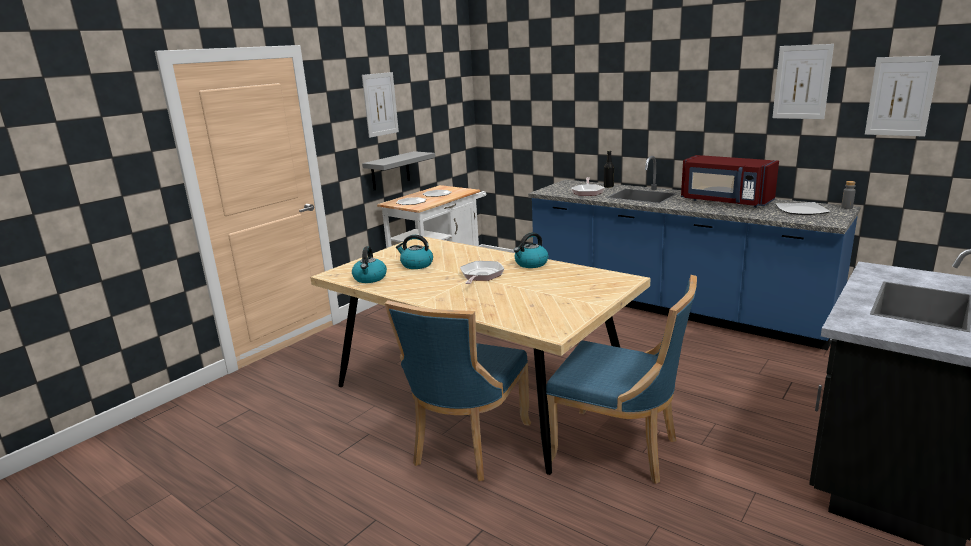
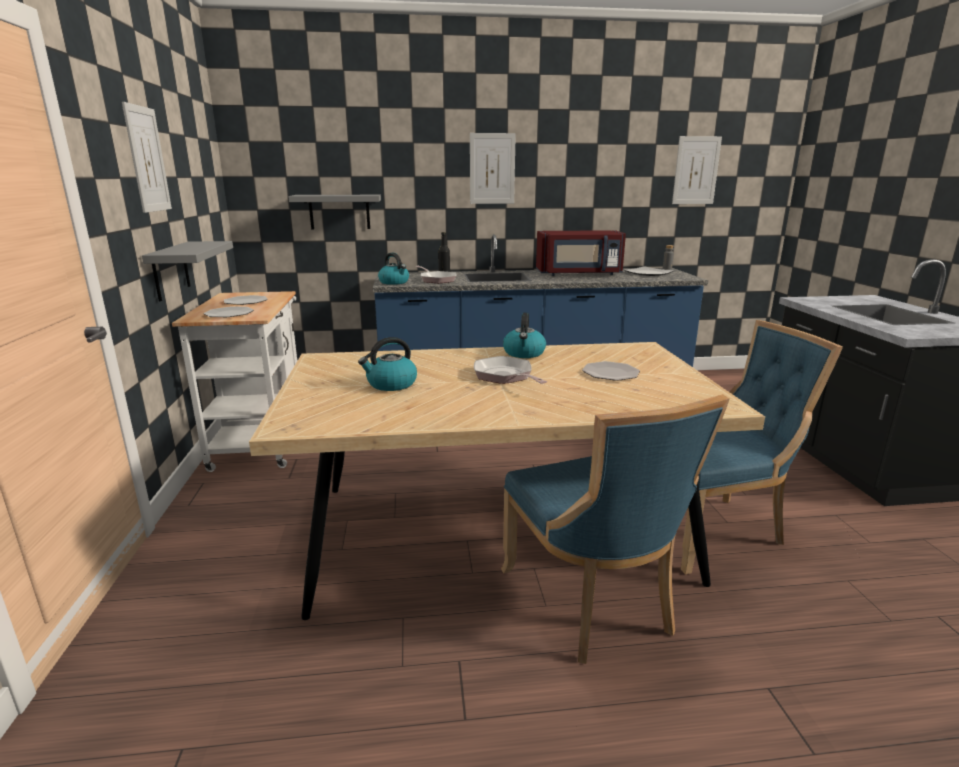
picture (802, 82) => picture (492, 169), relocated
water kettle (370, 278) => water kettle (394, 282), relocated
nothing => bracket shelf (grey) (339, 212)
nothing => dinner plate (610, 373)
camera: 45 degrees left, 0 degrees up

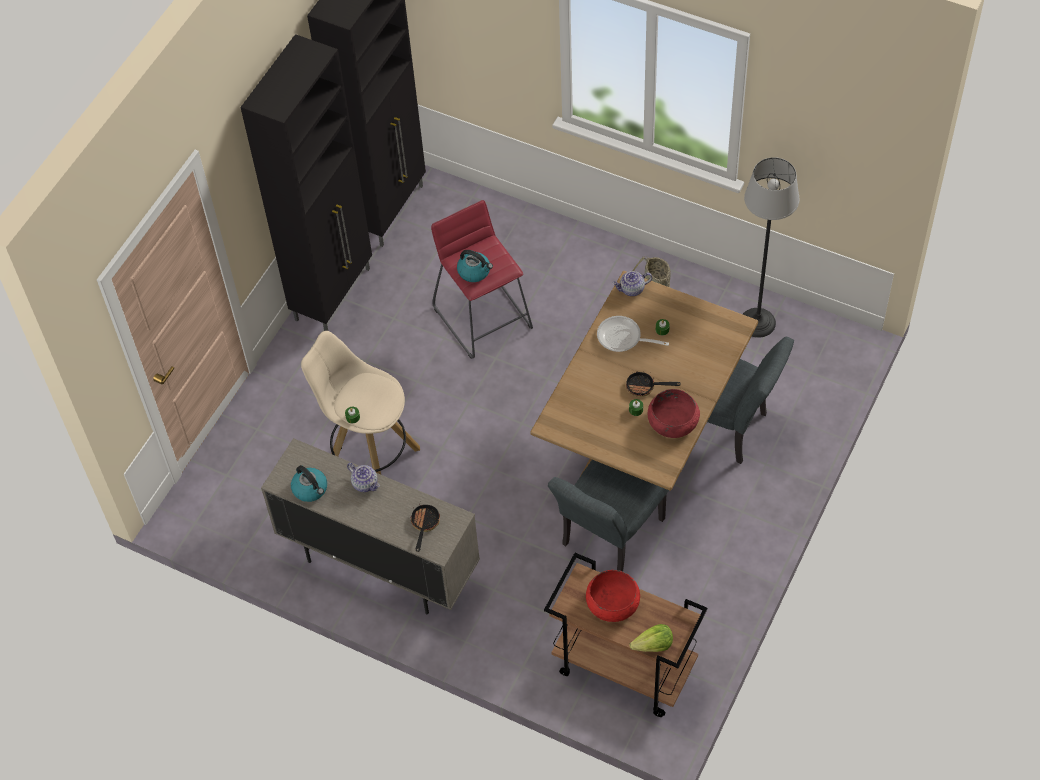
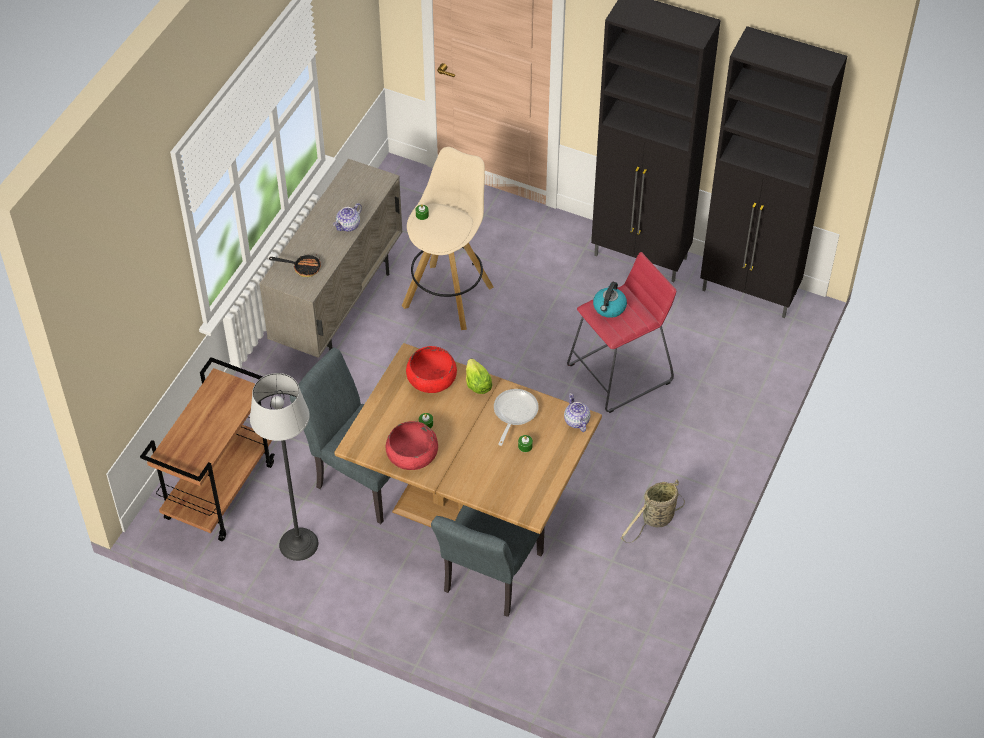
floor lamp (757, 322) => floor lamp (298, 544), relocated
skillet (645, 387) => nothing
water kettle (310, 489) => nothing
bowl (red) (613, 602) => bowl (red) (431, 378), relocated
lettuce (653, 645) => lettuce (477, 384), relocated
camera: 85 degrees right, 5 degrees down

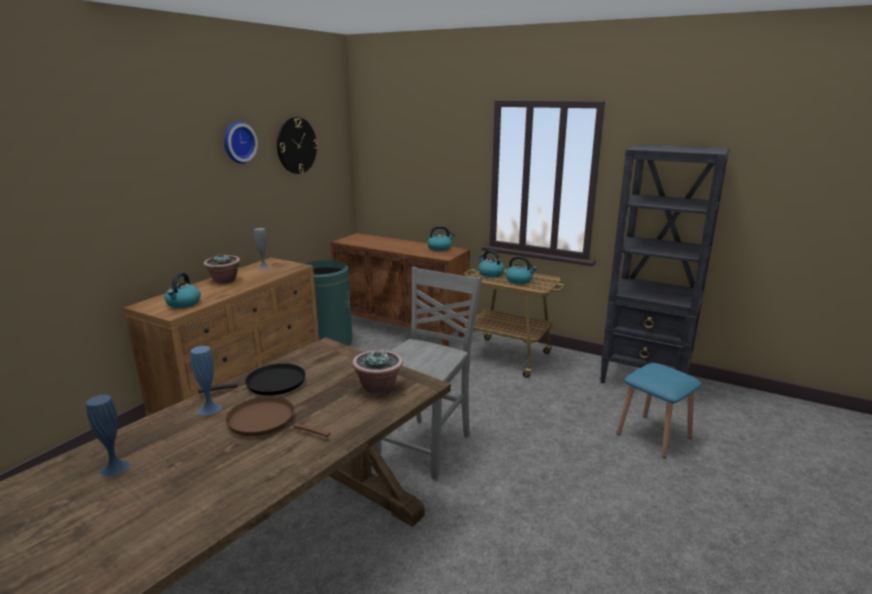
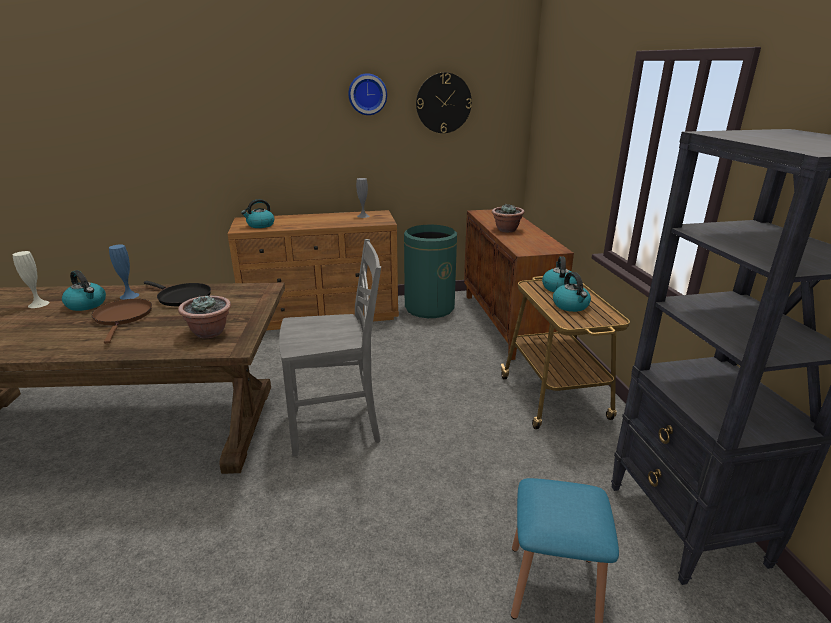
water kettle (440, 248) => water kettle (87, 304), relocated
plant in a pot (224, 281) => plant in a pot (506, 230), relocated
flower vase (bluish) (115, 468) => flower vase (white-coloured) (38, 304)
camera: 50 degrees right, 5 degrees up

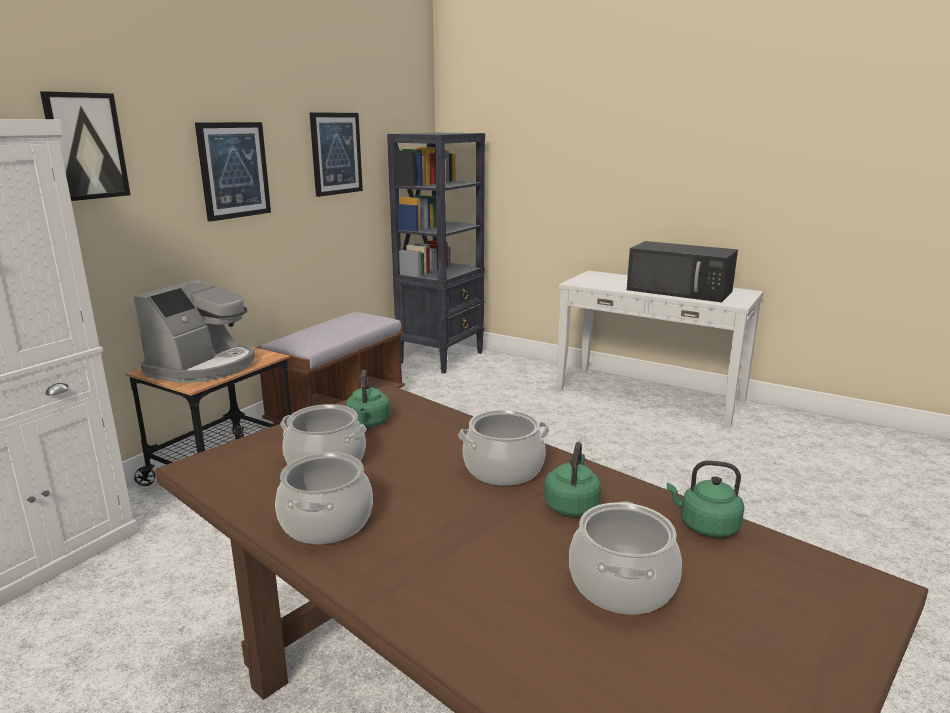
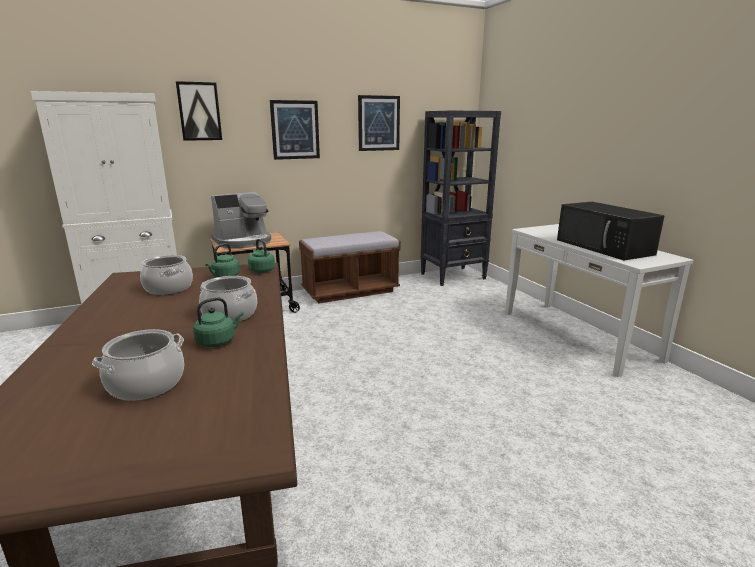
cooking pot (327, 522) => nothing
water kettle (green-coloured) (705, 526) => water kettle (green-coloured) (261, 270), relocated
camera: 35 degrees right, 0 degrees up

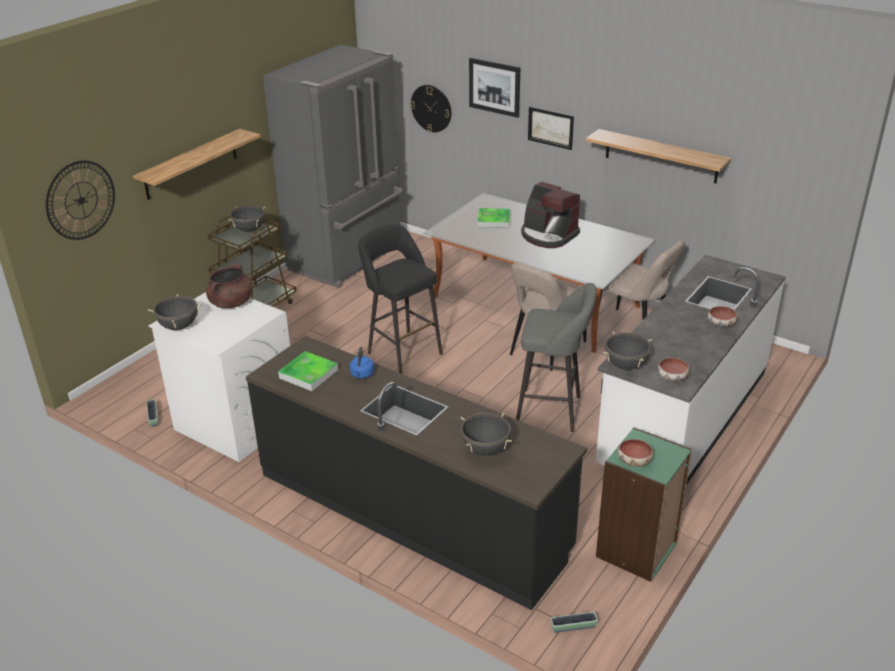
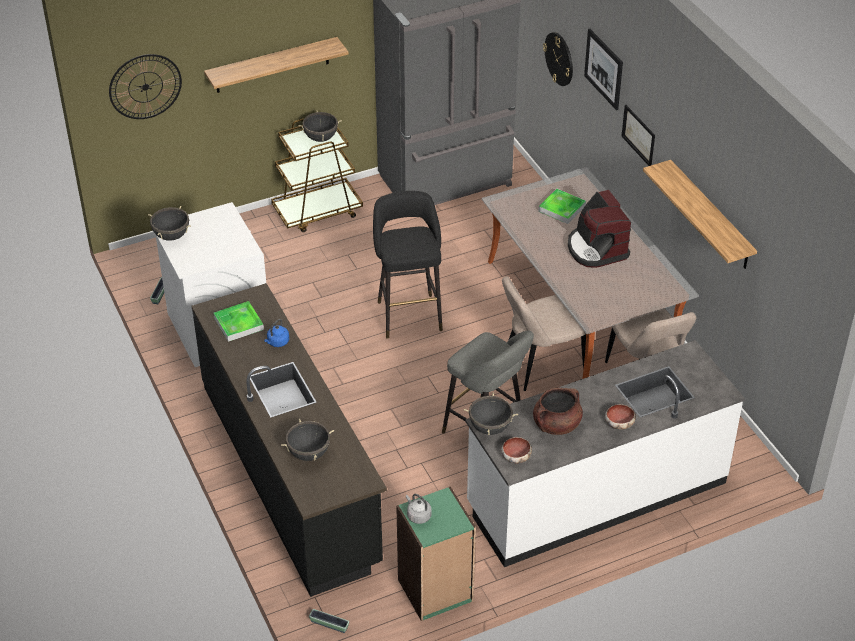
cooking pot (brown-coloured) (231, 303) => cooking pot (brown-coloured) (556, 425), relocated
bowl (633, 461) => water kettle (grey) (418, 516)
camera: 30 degrees right, 10 degrees up

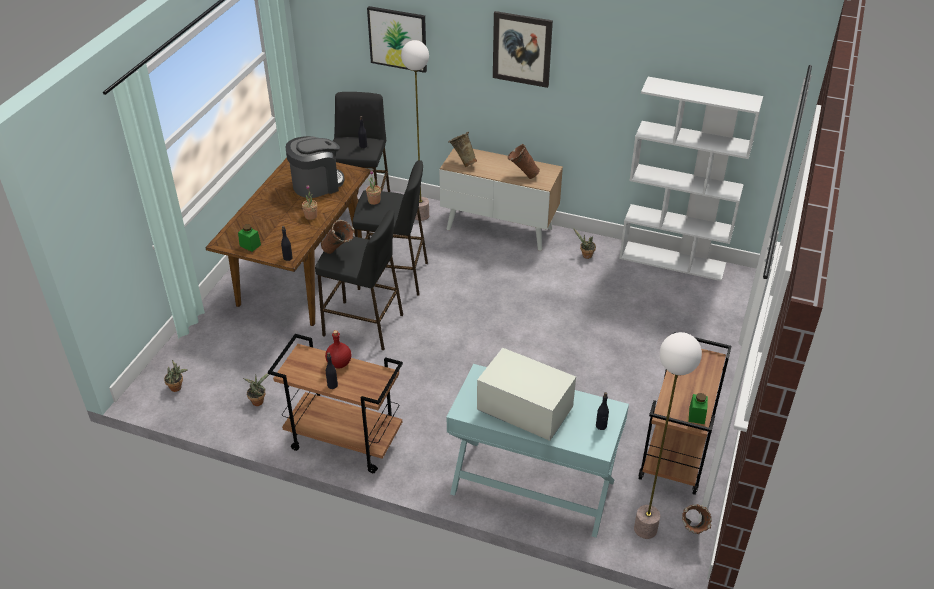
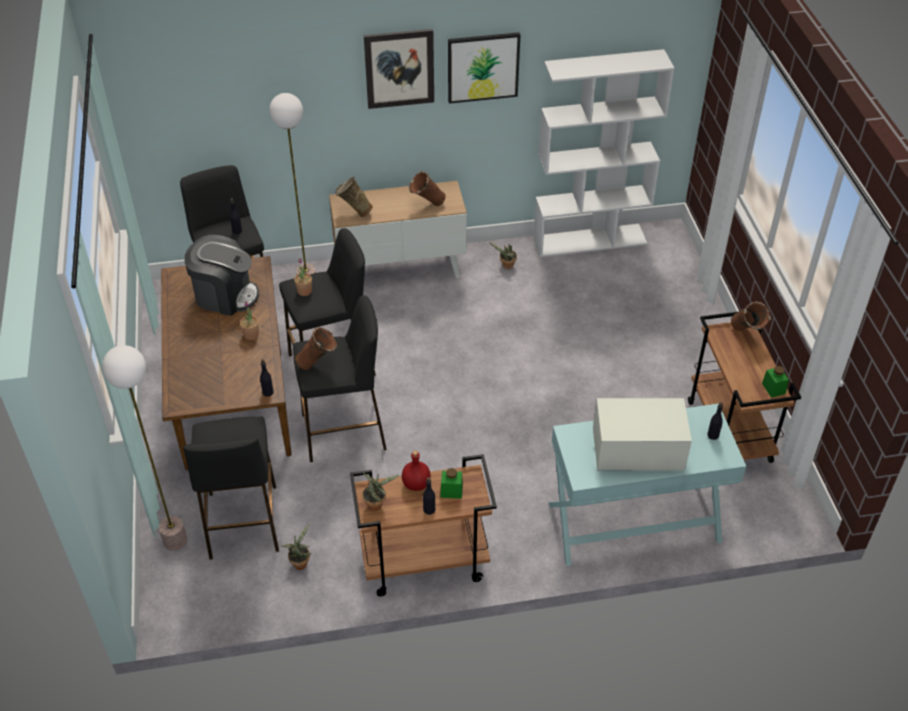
picture (398, 38) => picture (483, 67), relocated
coffee brewer (317, 184) => coffee brewer (225, 295), 75 degrees clockwise
preserve jar (green-coloured) (250, 245) => preserve jar (green-coloured) (451, 491), relocated
floor lamp (645, 528) => floor lamp (175, 540), relocated
plant in a pot (177, 387) => plant in a pot (376, 504), relocated
flower vase (brown-coloured) (691, 533) => flower vase (brown-coloured) (745, 335), relocated
nothing => stool (black) (243, 522)
camera: 30 degrees left, 5 degrees up

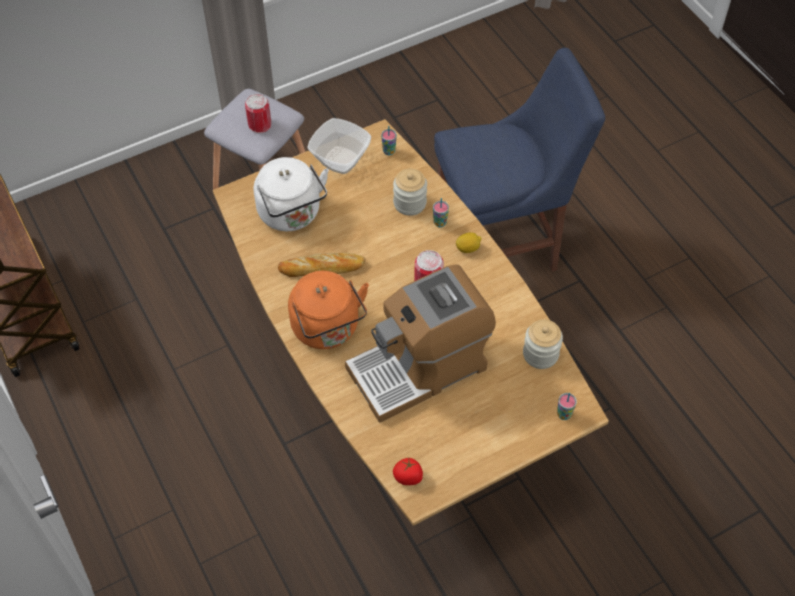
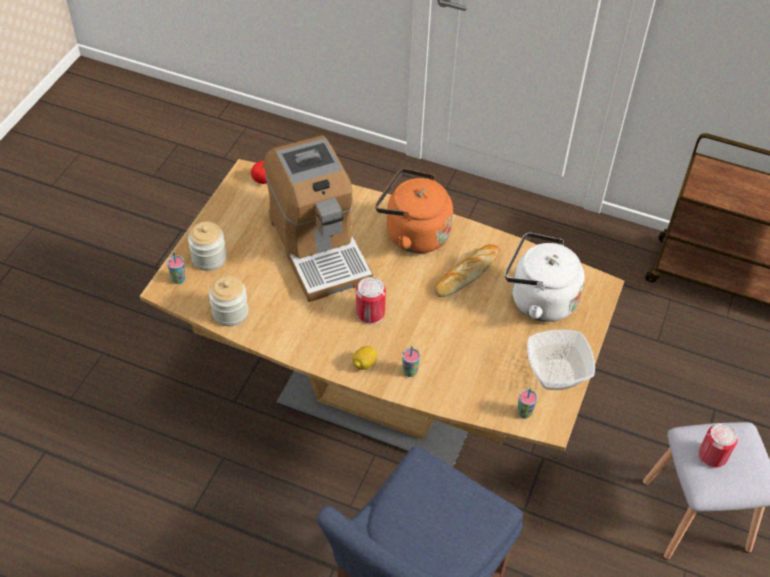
preserve jar (409, 203) => preserve jar (209, 258), relocated
coffee brewer (419, 367) => coffee brewer (319, 248), 135 degrees clockwise
camera: 140 degrees right, 5 degrees down

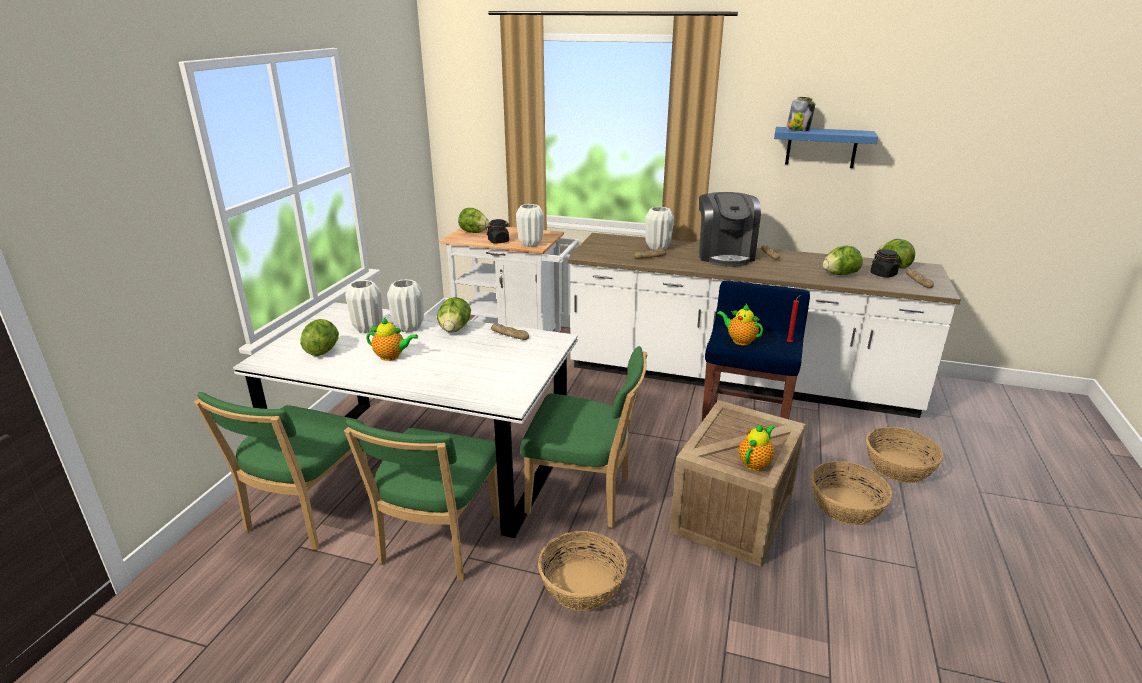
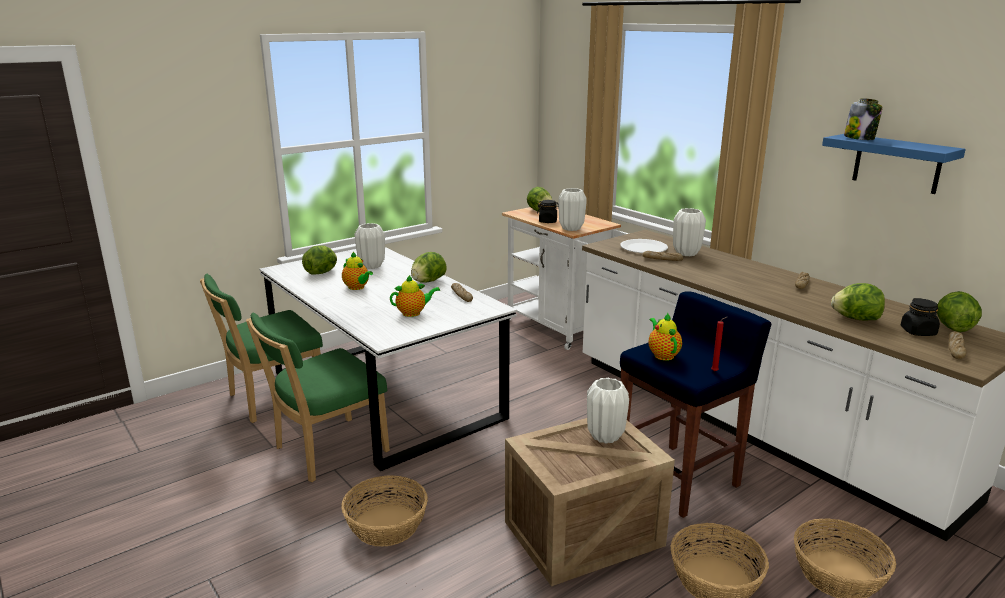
coffee brewer (724, 255) => nothing
flower vase (white-coloured) (409, 328) => flower vase (white-coloured) (605, 437), relocated
chair (green-coloured) (584, 496) => nothing
teapot (755, 463) => teapot (413, 313), relocated
nothing => dinner plate (white-coloured) (643, 248)
camera: 35 degrees right, 5 degrees down

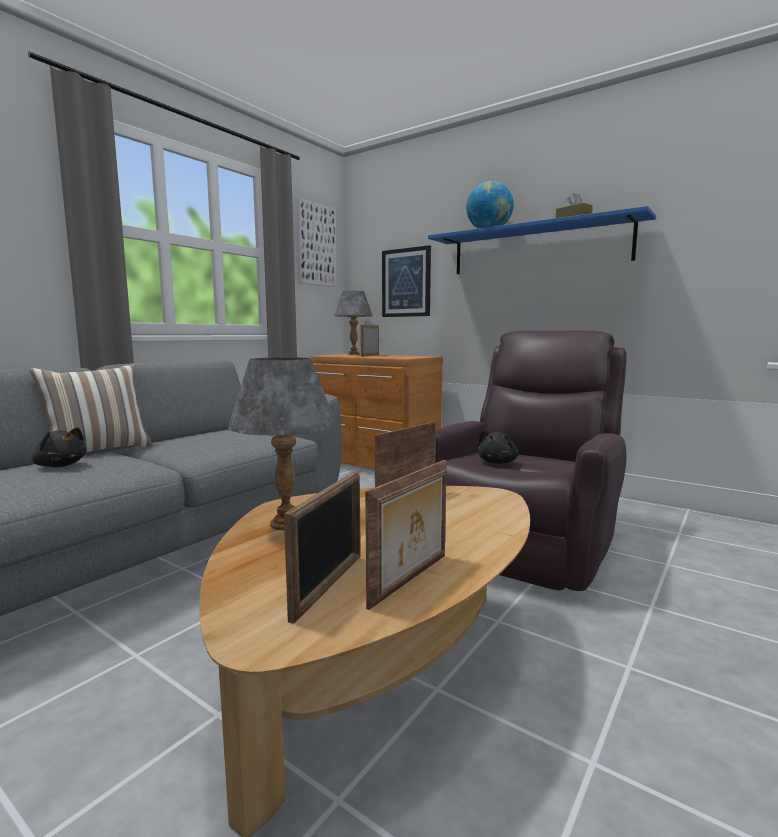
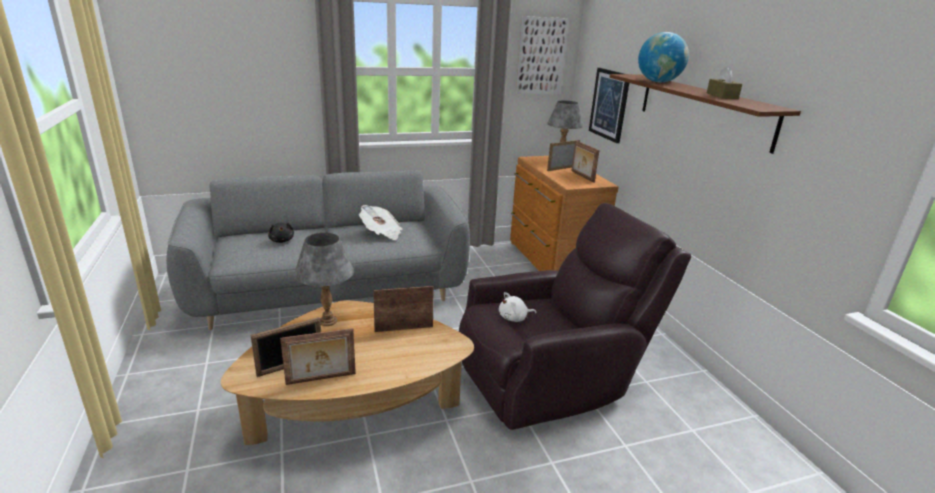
bracket shelf (bluish) (537, 249) => bracket shelf (brown-coloured) (702, 109)
cushion (99, 451) => nothing
plush toy (black) (498, 462) => plush toy (white-coloured) (514, 318)
nothing => picture frame (582, 176)
nothing => printed paper (381, 233)
camera: 35 degrees right, 15 degrees up

